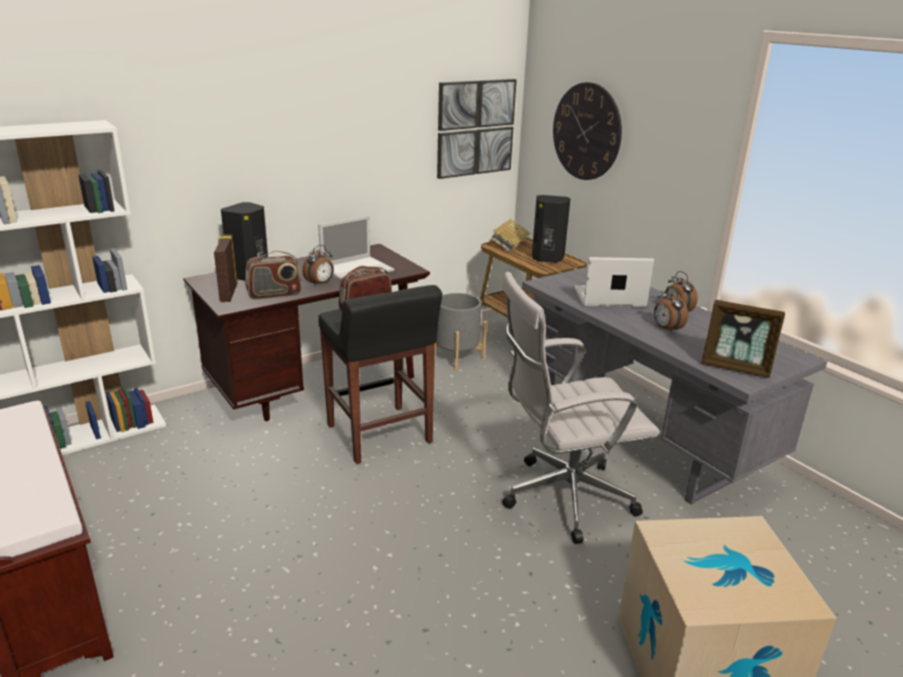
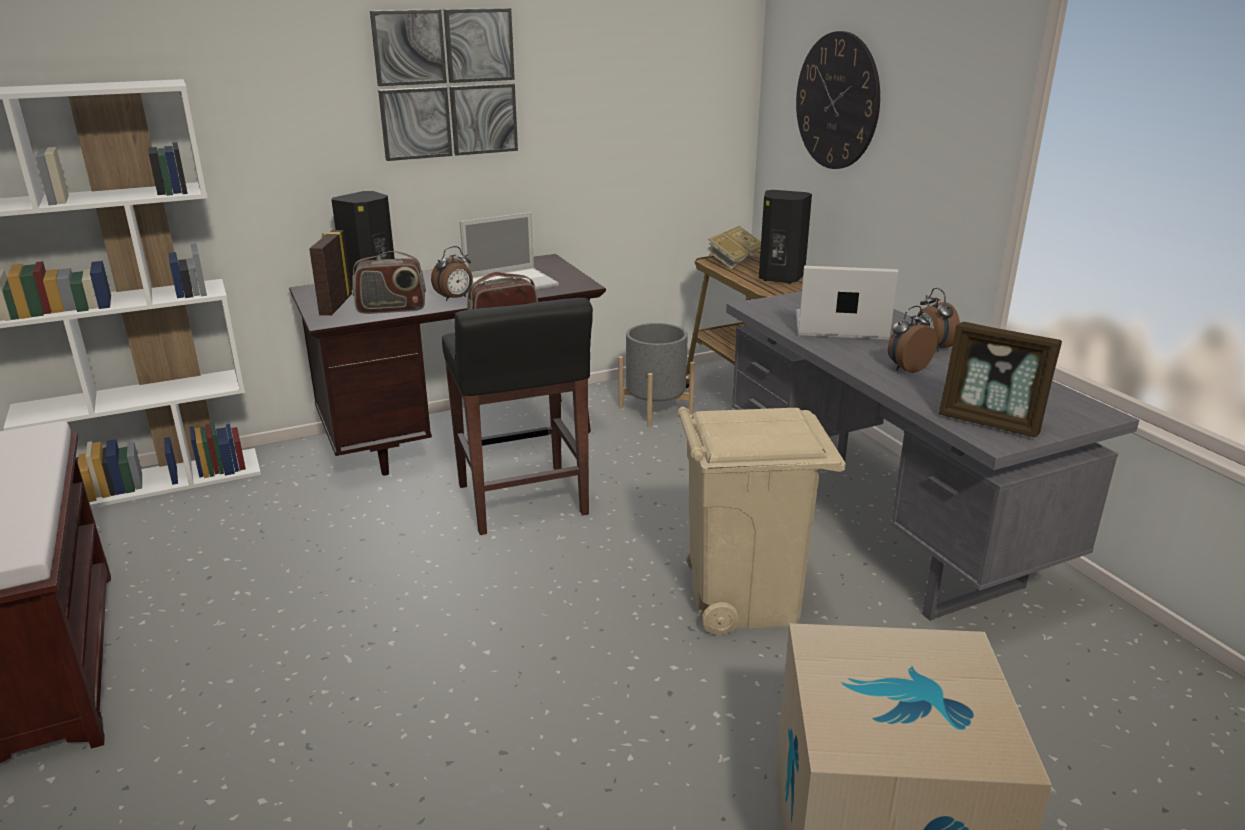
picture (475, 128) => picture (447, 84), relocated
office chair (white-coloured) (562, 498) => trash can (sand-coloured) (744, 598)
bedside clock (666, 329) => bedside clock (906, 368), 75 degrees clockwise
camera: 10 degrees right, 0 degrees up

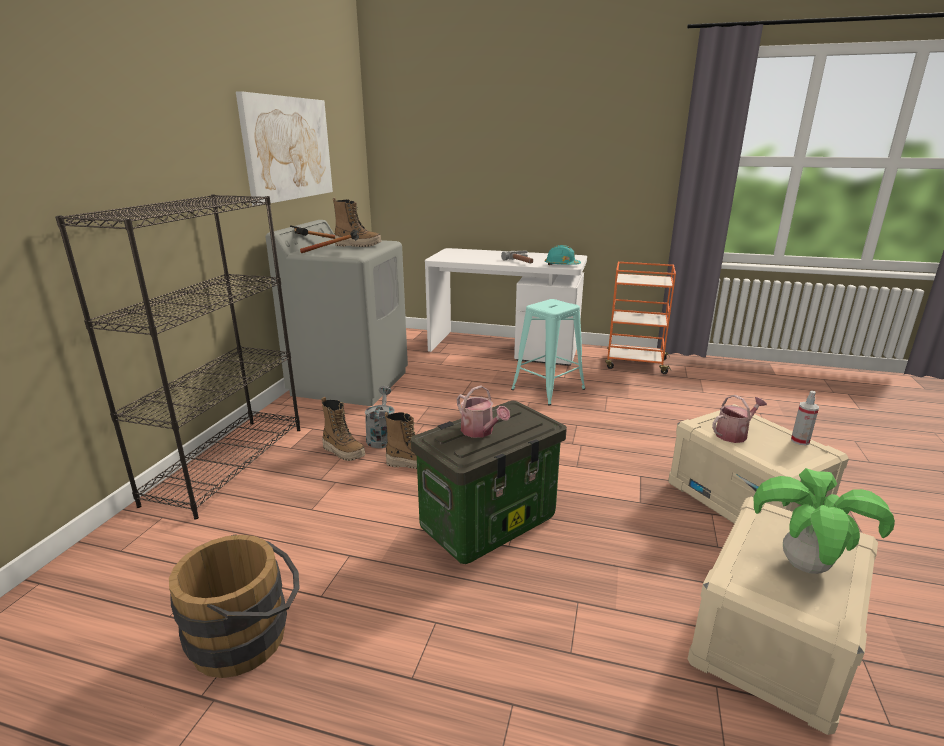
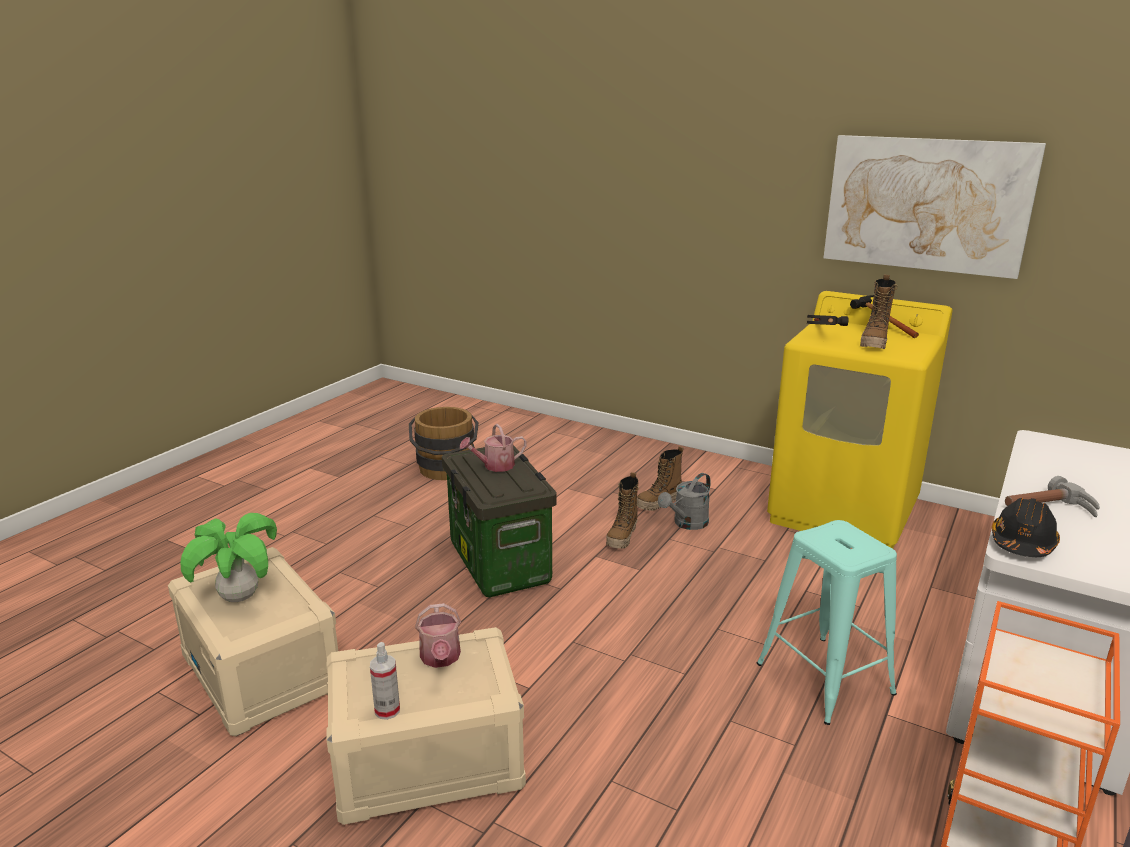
bookshelf (black) (228, 463) => nothing
washing machine (grey) (350, 382) => washing machine (yellow-coloured) (844, 512)
hard hat (turquoise) (561, 265) => hard hat (black) (1022, 543)
watering pot (grey) (382, 436) => watering pot (grey) (687, 524), 120 degrees clockwise
camera: 105 degrees right, 0 degrees up

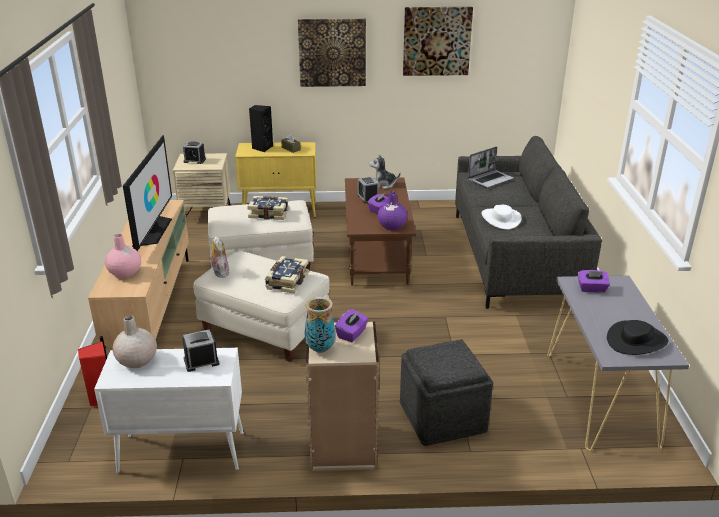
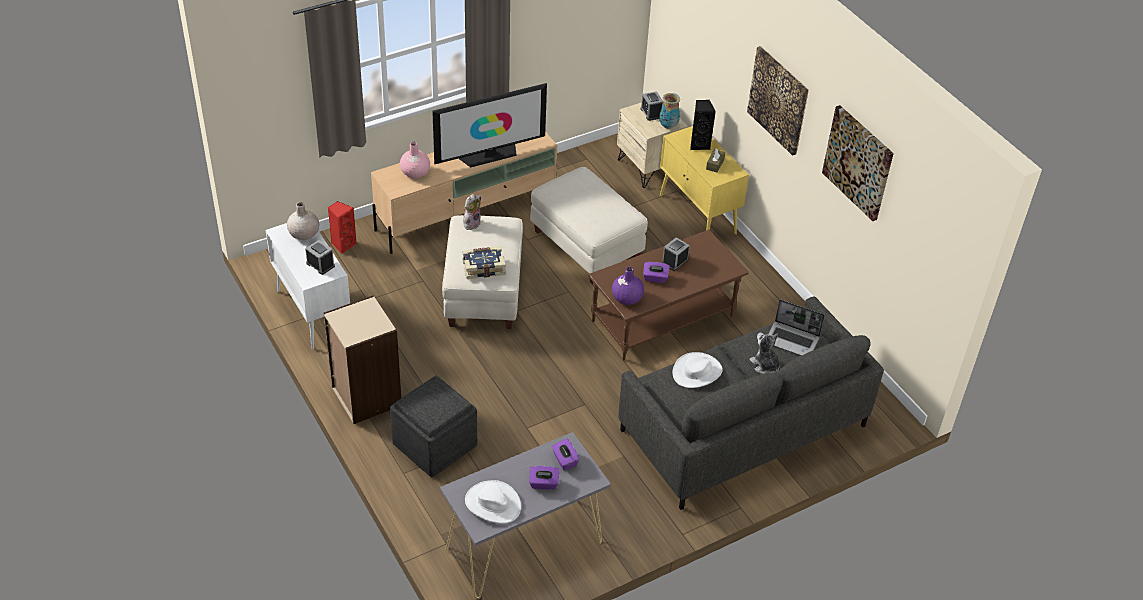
plush toy (383, 185) => plush toy (765, 365), relocated
volume (269, 213) => nothing
flower vase (320, 349) => flower vase (668, 126), relocated
tissue holder (purplish) (352, 334) => tissue holder (purplish) (543, 484), relocated
wearable hat (black) (637, 340) => wearable hat (white-coloured) (492, 504)
camera: 60 degrees right, 15 degrees up

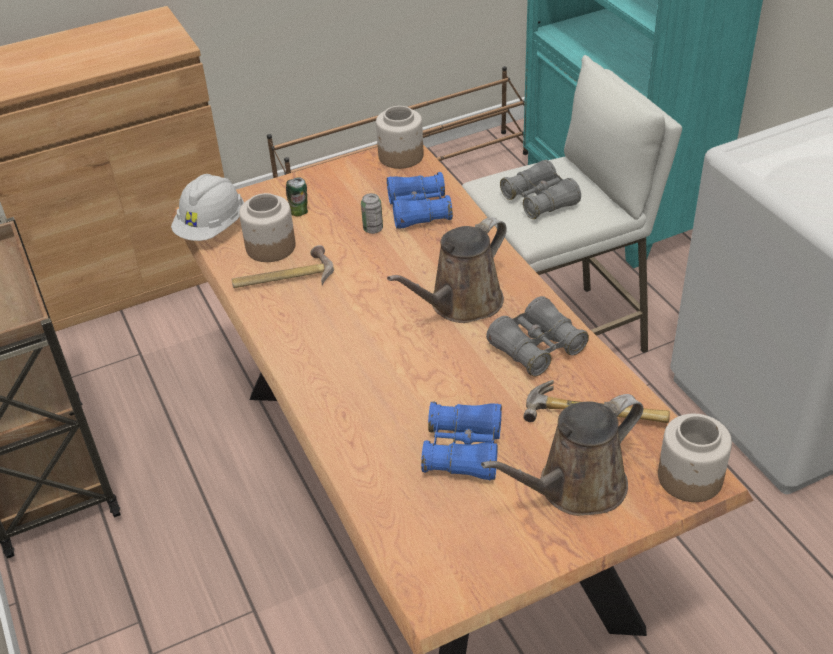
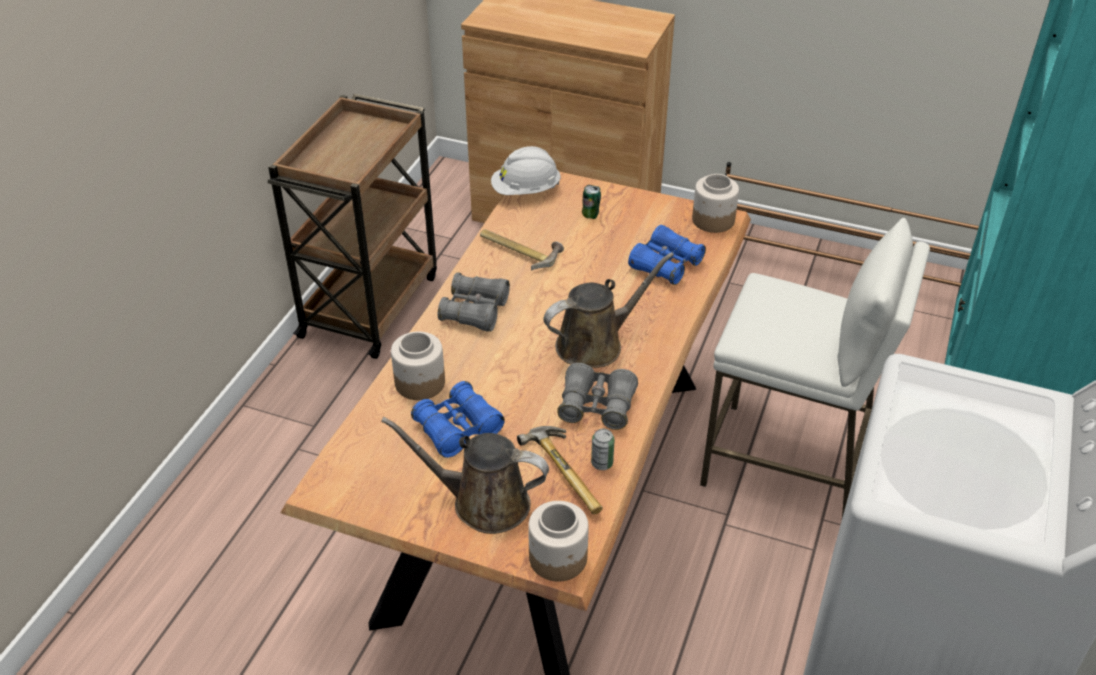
pair of binoculars (grey) (539, 200) => pair of binoculars (grey) (475, 311), relocated
preserve jar (270, 247) => preserve jar (419, 383), relocated
metal can (373, 229) => metal can (602, 463), relocated
watering pot (brown-coloured) (461, 304) => watering pot (brown-coloured) (595, 344), 150 degrees clockwise
camera: 45 degrees right, 0 degrees up

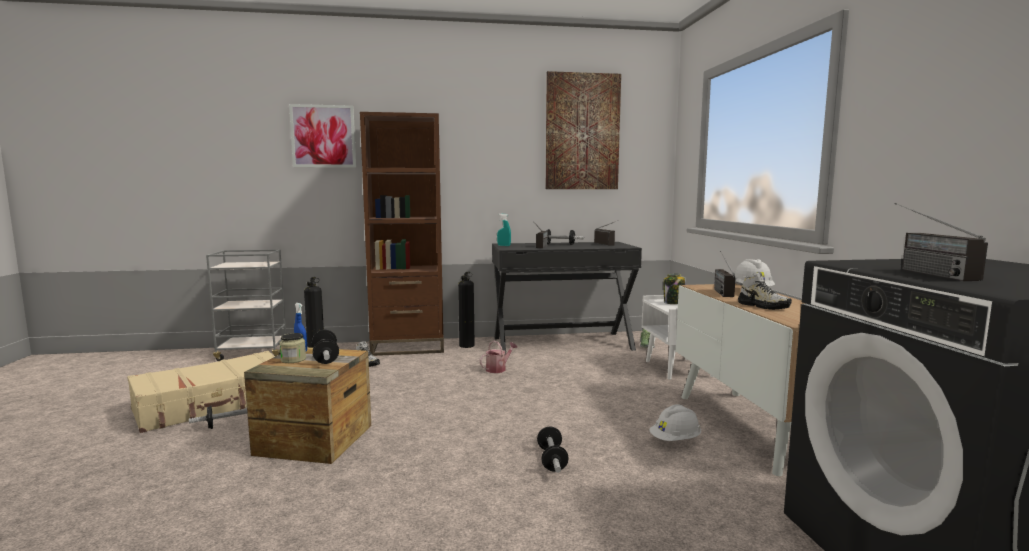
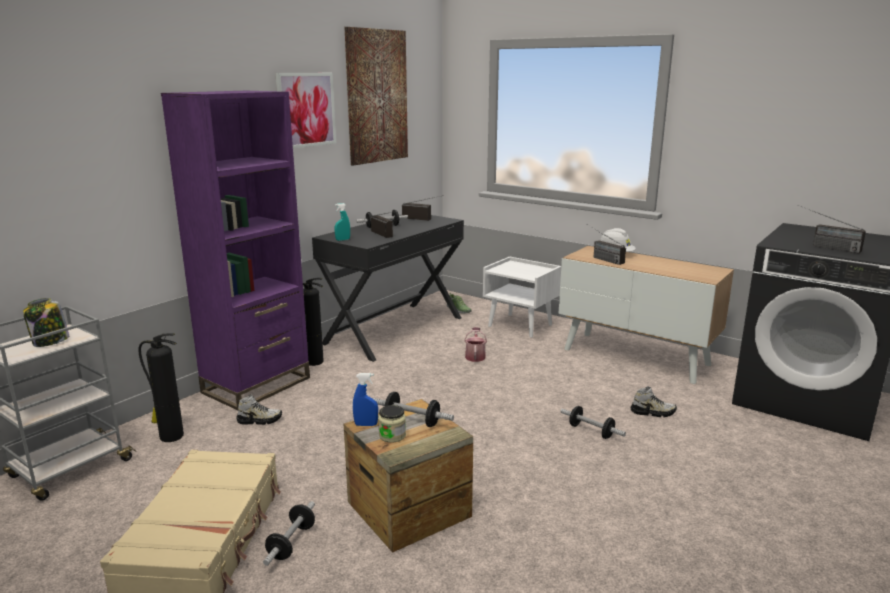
picture (323, 136) => picture (306, 110), relocated
bookshelf (brown-coloured) (408, 347) => bookshelf (purplish) (257, 385)
item of footwear (763, 306) => item of footwear (652, 412), relocated
preserve jar (674, 303) => preserve jar (50, 342), relocated
watering pot (498, 369) => watering pot (475, 356), relocated
hard hat (white-coloured) (675, 441) => nothing
camera: 45 degrees left, 10 degrees up

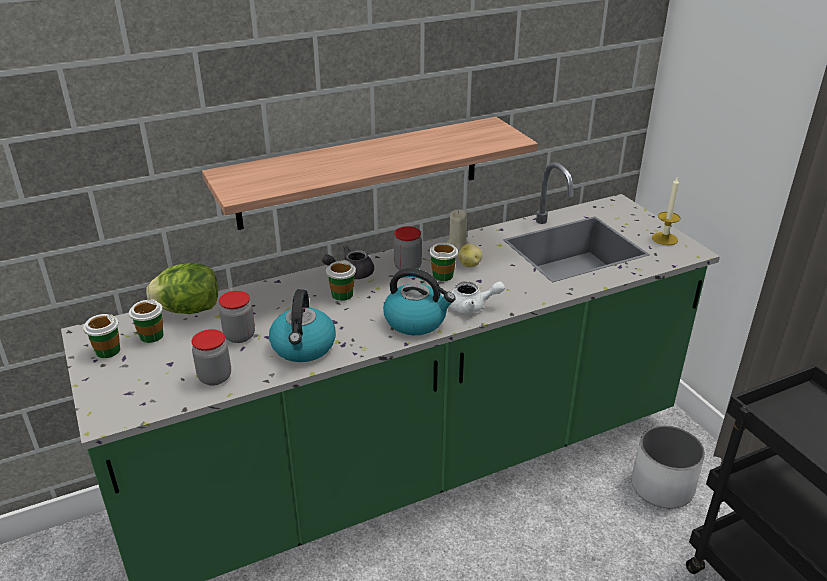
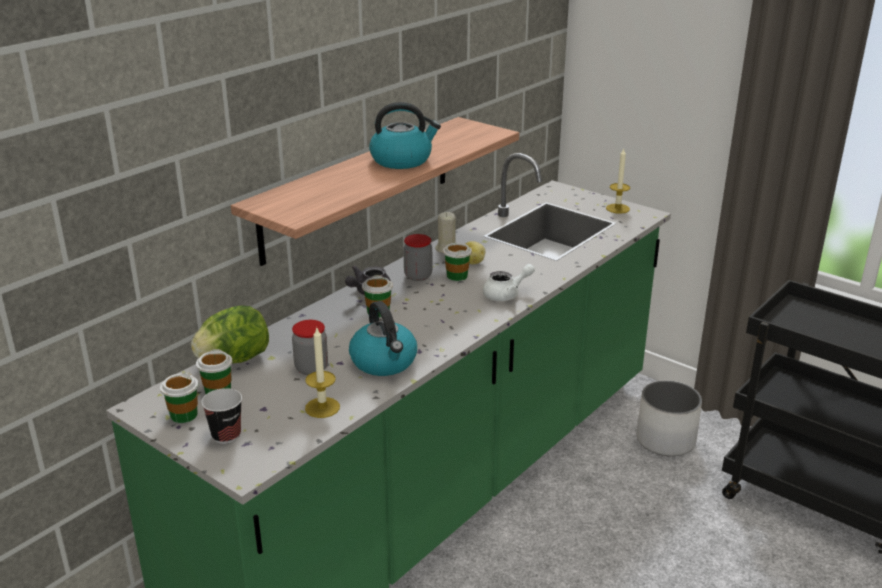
water kettle (416, 321) => water kettle (402, 160), relocated
preserve jar (215, 377) => wax candle (322, 407)
nothing => cup (226, 435)
camera: 25 degrees left, 5 degrees down

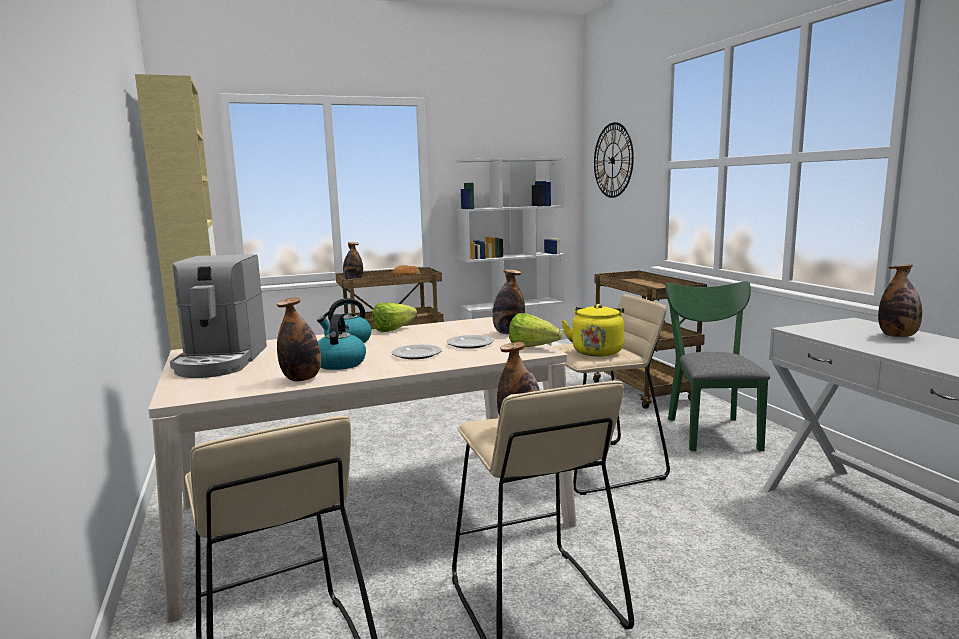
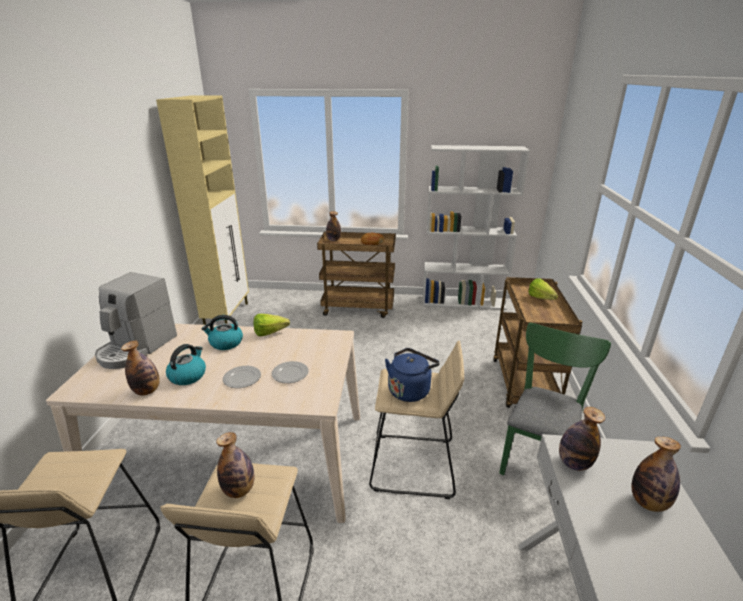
clock on the wall (613, 160) => nothing
bottle (508, 333) => bottle (574, 463), relocated
water kettle (yellow-coloured) (597, 351) => water kettle (bluish) (410, 390)
lettuce (536, 348) => lettuce (542, 299), relocated
camera: 25 degrees right, 15 degrees up

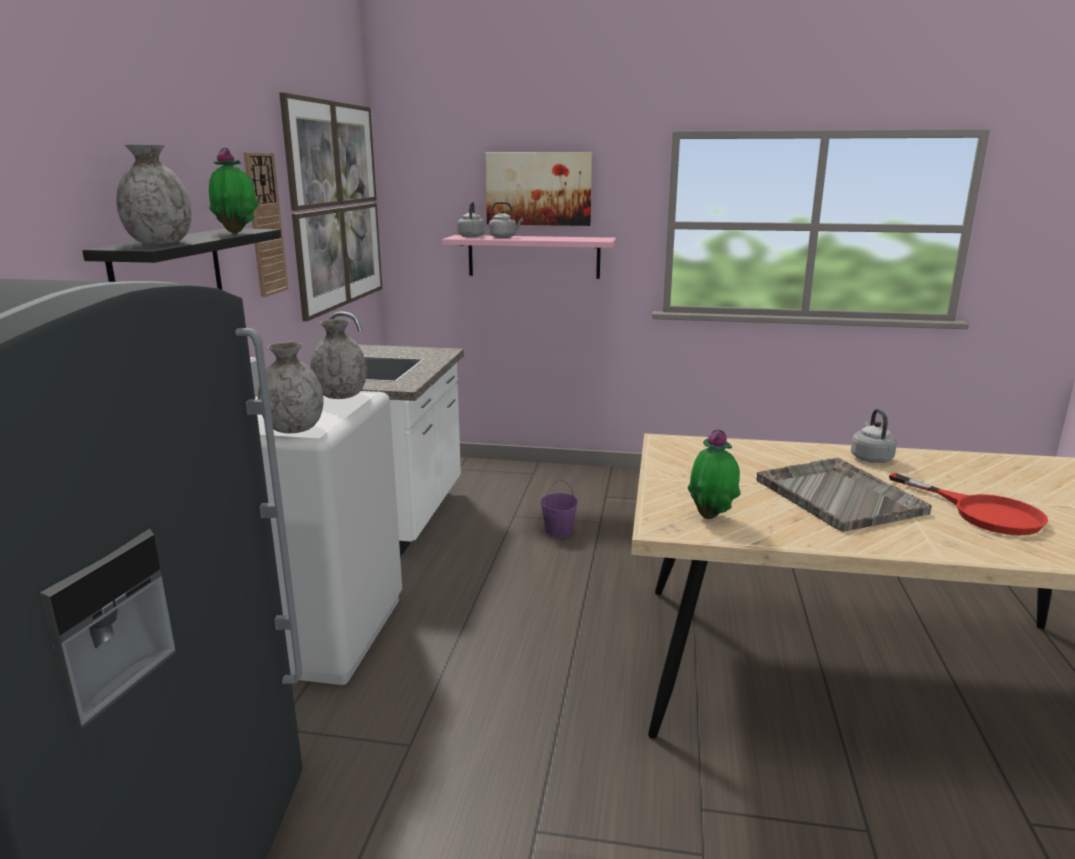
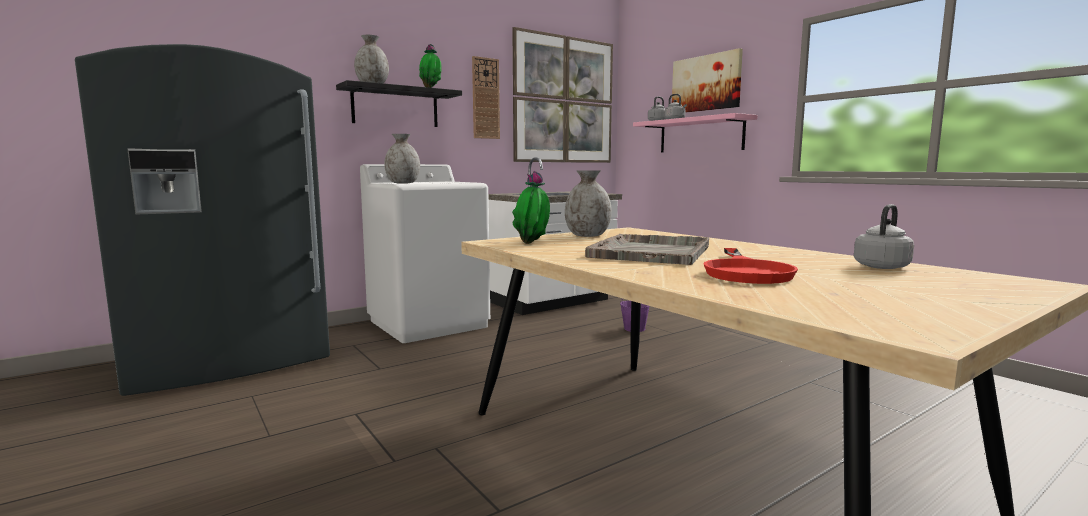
flower vase (grey) (340, 396) => flower vase (grey) (587, 236), relocated
water kettle (grey) (870, 458) => water kettle (grey) (882, 266), relocated
camera: 45 degrees right, 10 degrees down

